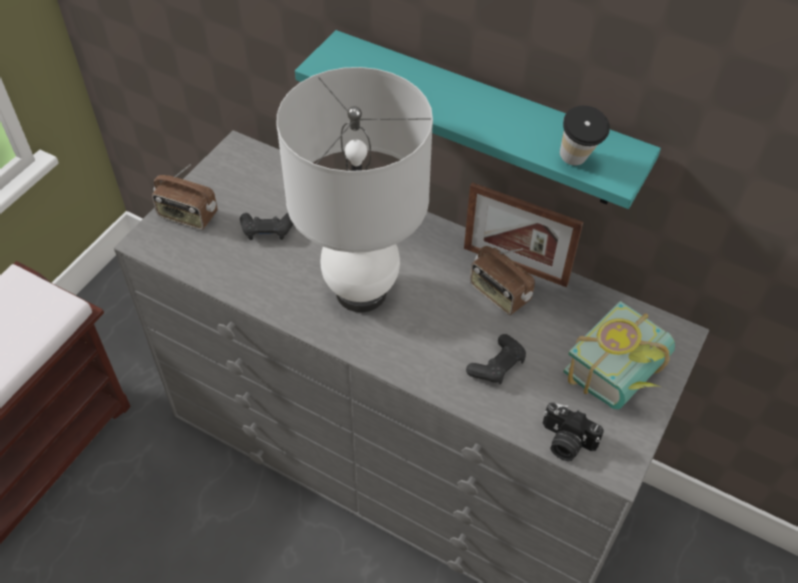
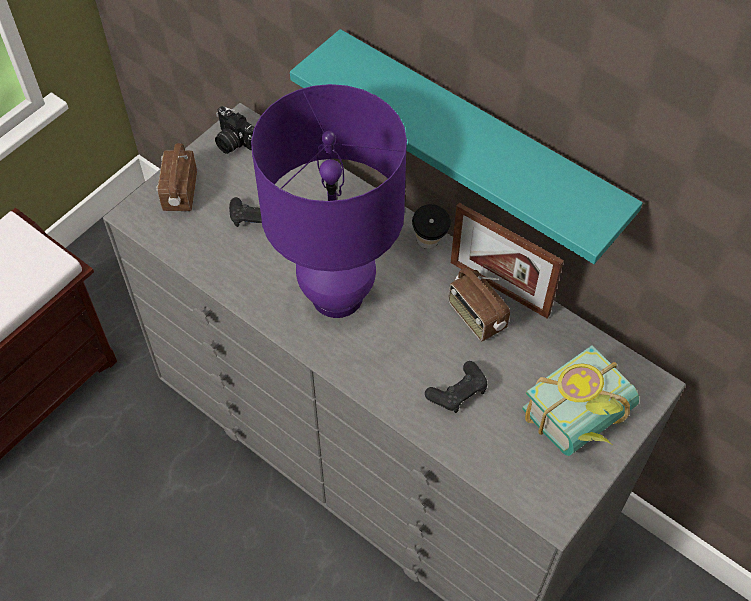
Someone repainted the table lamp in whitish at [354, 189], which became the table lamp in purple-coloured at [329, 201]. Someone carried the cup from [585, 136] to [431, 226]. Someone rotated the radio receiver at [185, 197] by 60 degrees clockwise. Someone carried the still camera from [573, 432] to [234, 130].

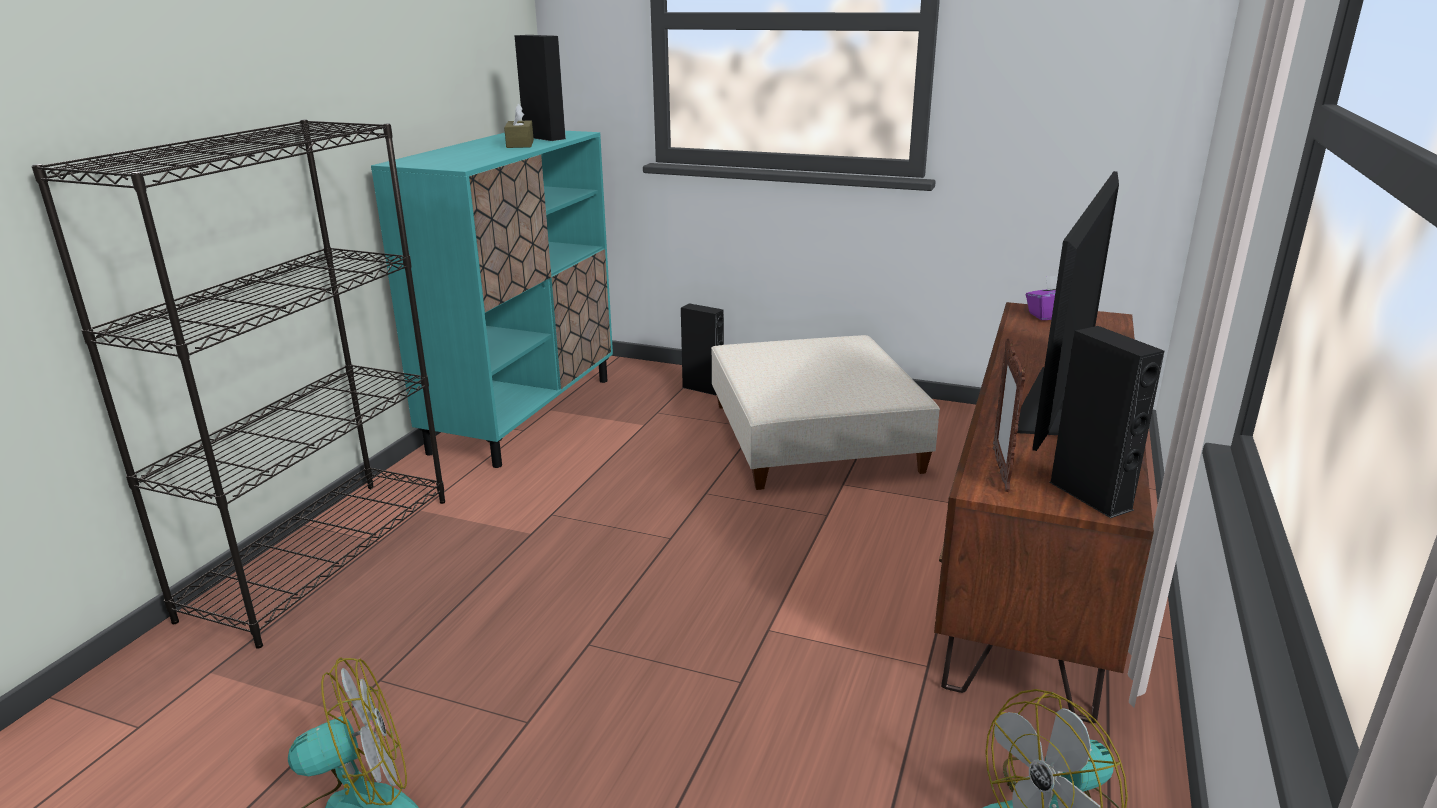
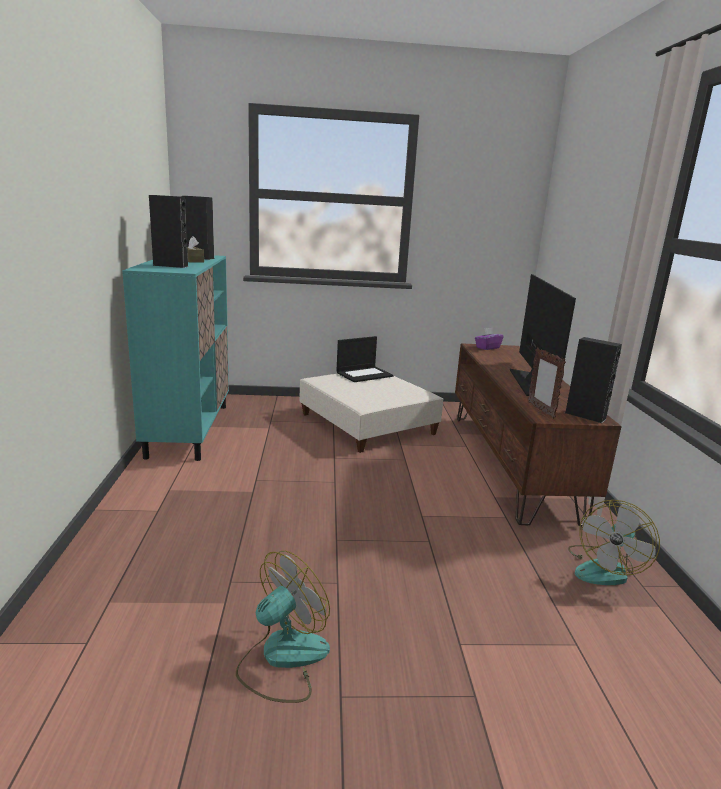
Someone took away the bookcase in black-coloured at [238, 384]. Someone carried the loudspeaker in black-coloured from [702, 349] to [169, 231]. Someone put down the laptop at [364, 359].

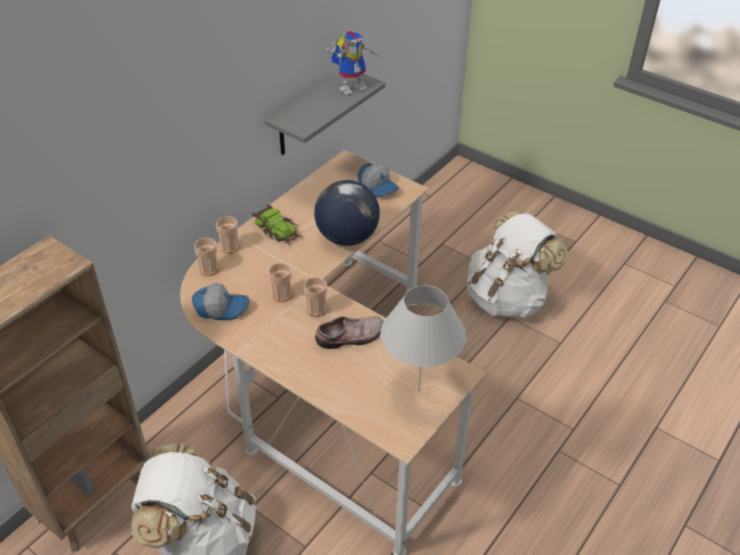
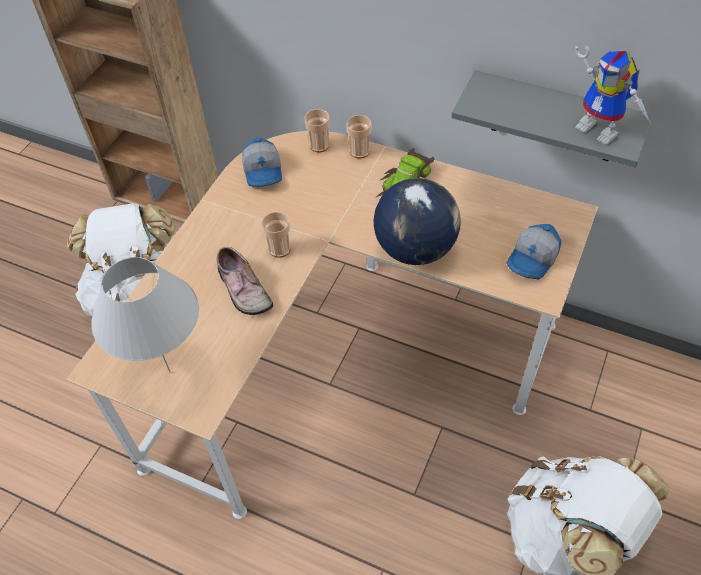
Someone took away the cup at [280, 282].

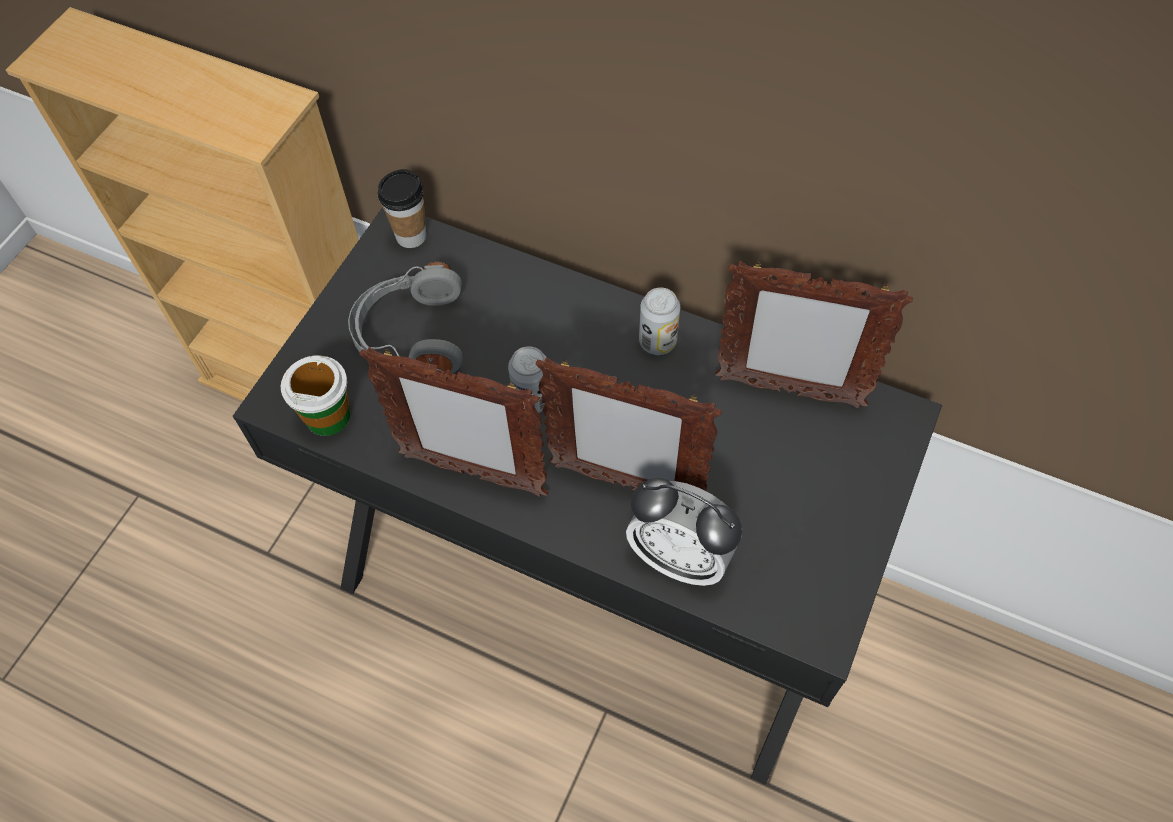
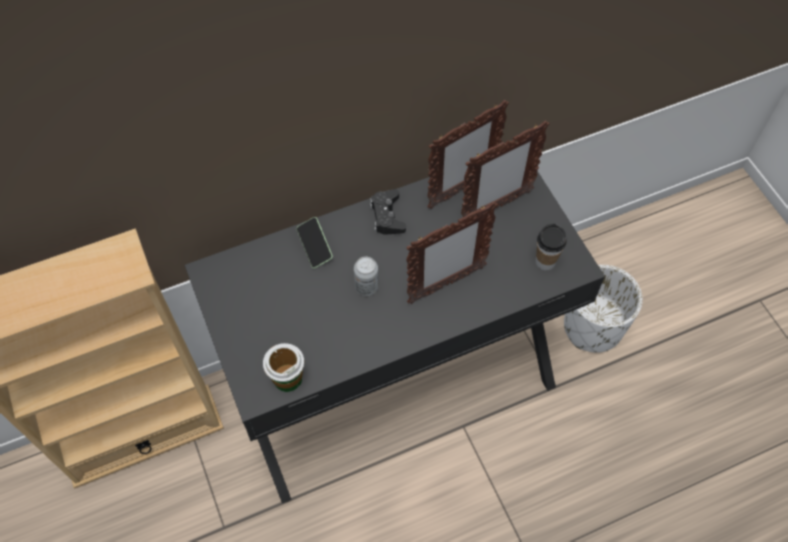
Someone carried the cup from [402, 208] to [551, 247]. Someone took away the headset in greyish at [405, 319]. Someone swapped the sealed can at [659, 321] for the gamepad in black-coloured at [388, 212]. Someone carried the picture frame from [453, 422] to [505, 172]. Someone took away the alarm clock at [684, 532]. Someone put down the phone at [315, 243]. Someone put down the flower pot in whitish at [603, 309].

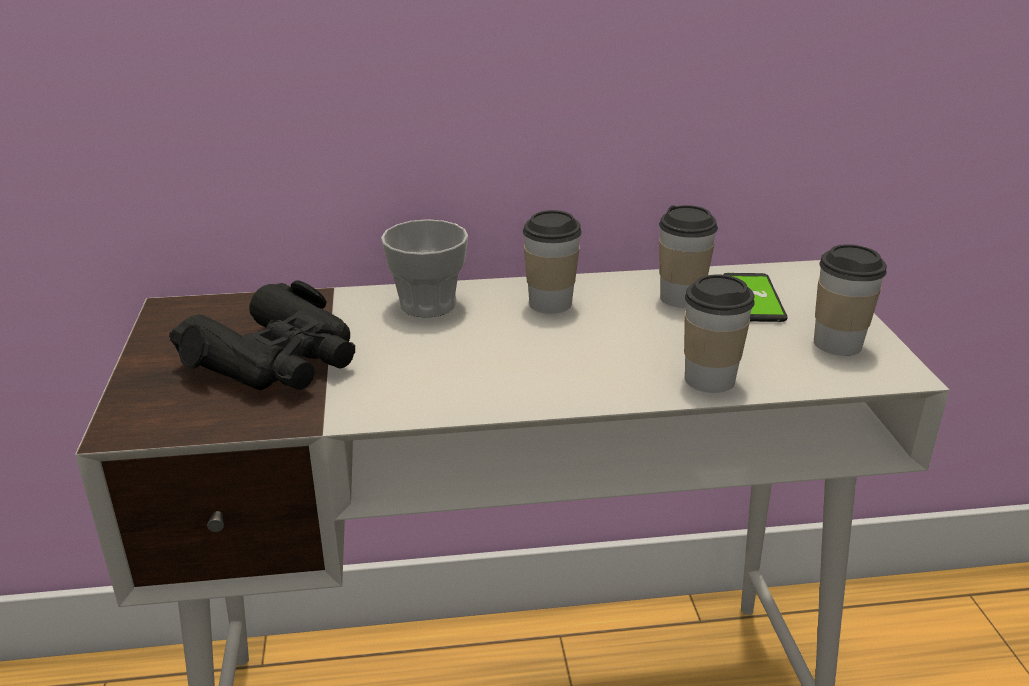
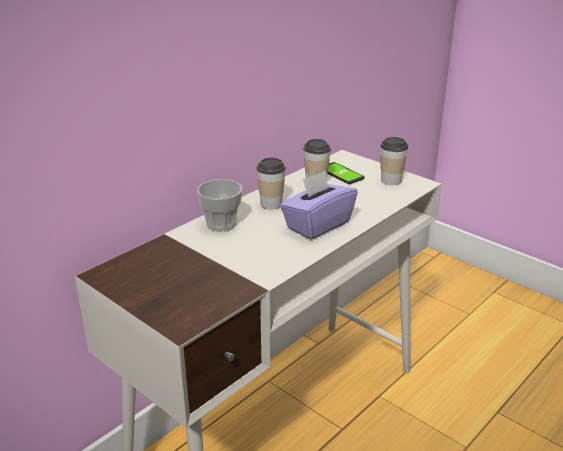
Someone took away the cup at [719, 333]. Someone took away the pair of binoculars in black-coloured at [262, 335]. Someone put down the box of tissues in purple-coloured at [319, 205].

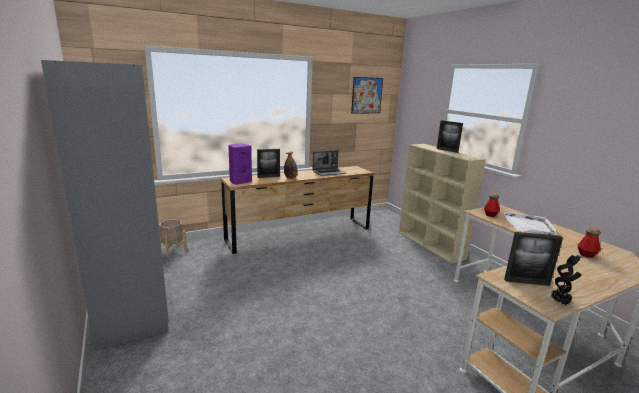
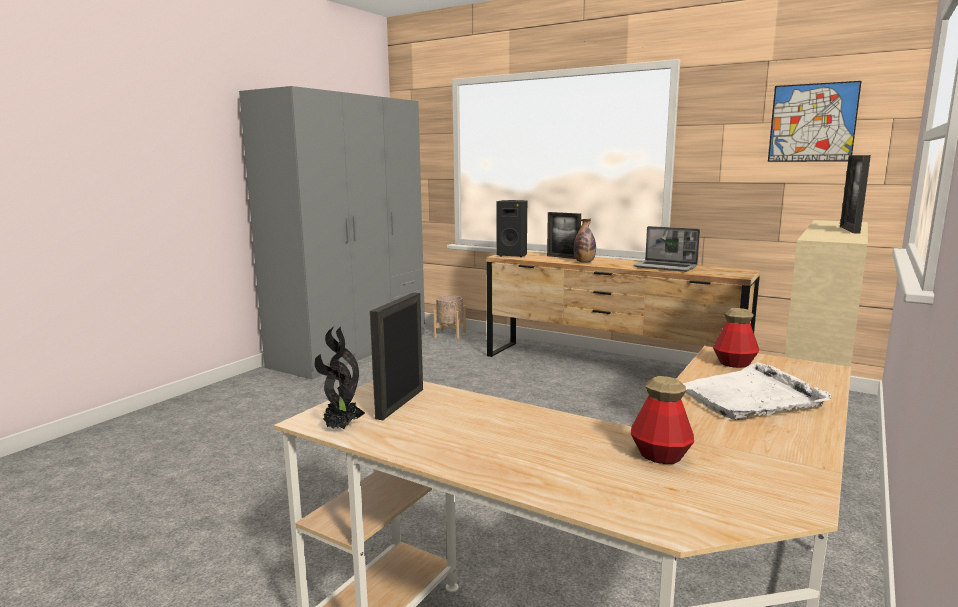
Someone repainted the loudspeaker in purple-coloured at [240, 164], which became the loudspeaker in black-coloured at [511, 228]. Someone rotated the picture frame at [533, 259] by 45 degrees clockwise.

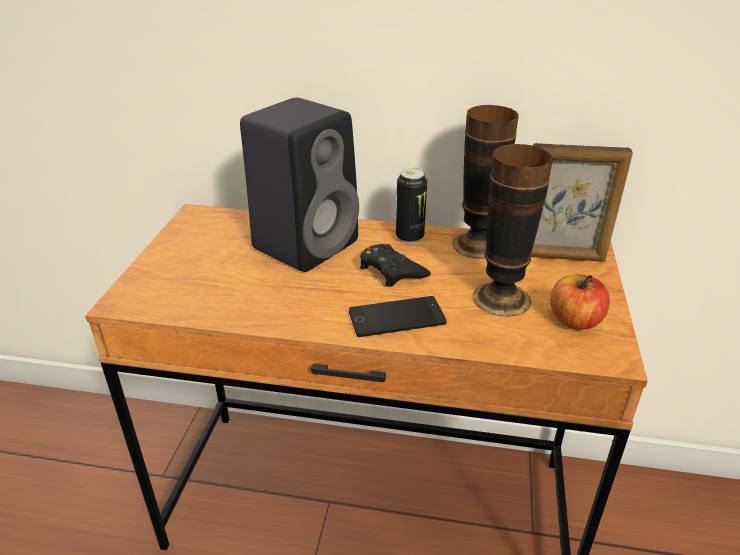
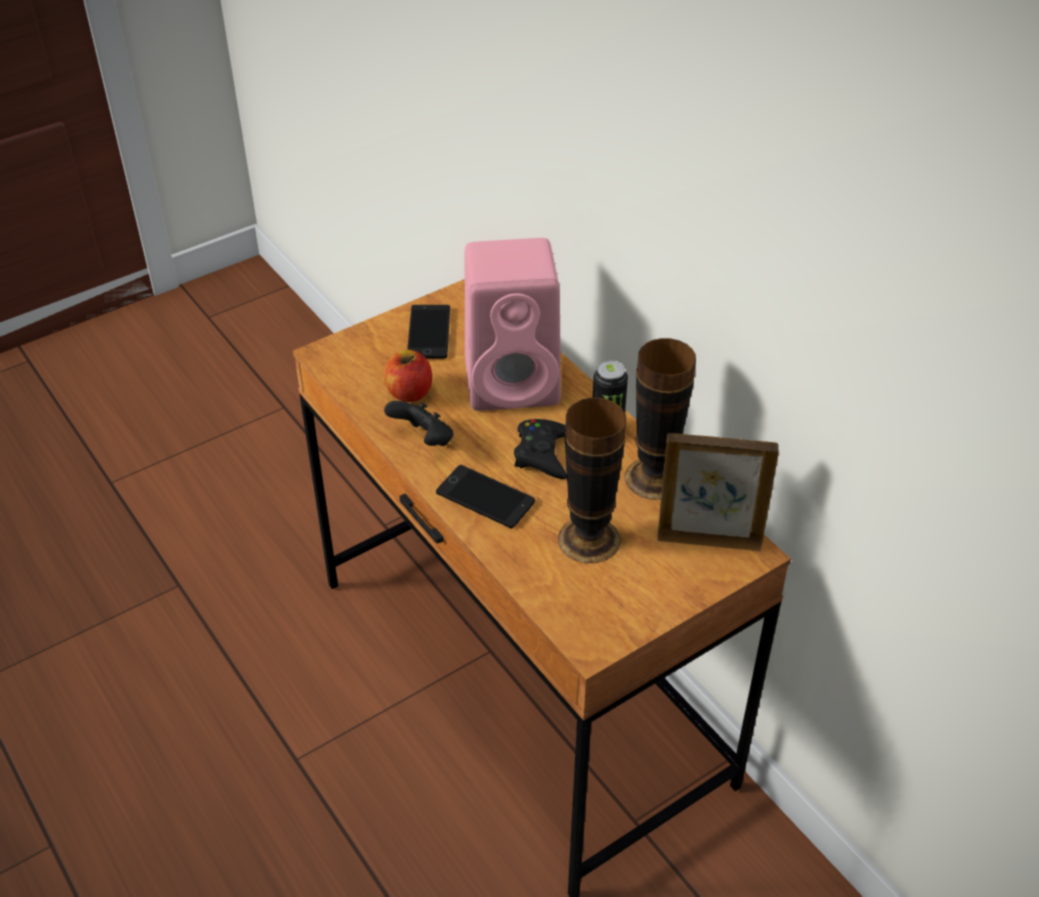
Someone repainted the loudspeaker in black-coloured at [299, 184], which became the loudspeaker in pinkish at [512, 324]. Someone rotated the picture frame at [582, 202] by 135 degrees clockwise. Someone carried the whole apple from [580, 302] to [408, 376]. Someone put down the phone at [428, 332]. Someone put down the gamepad in black-coloured at [418, 423].

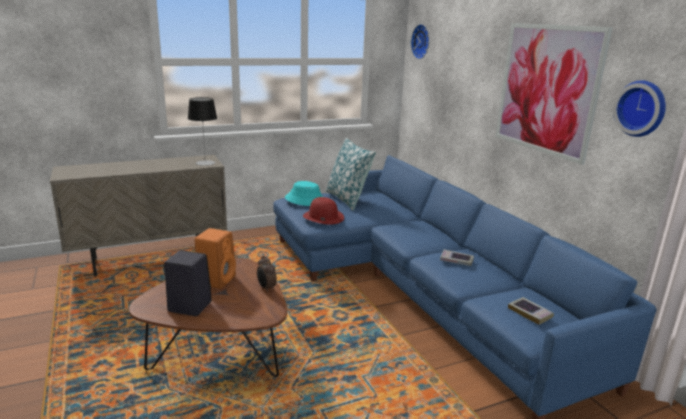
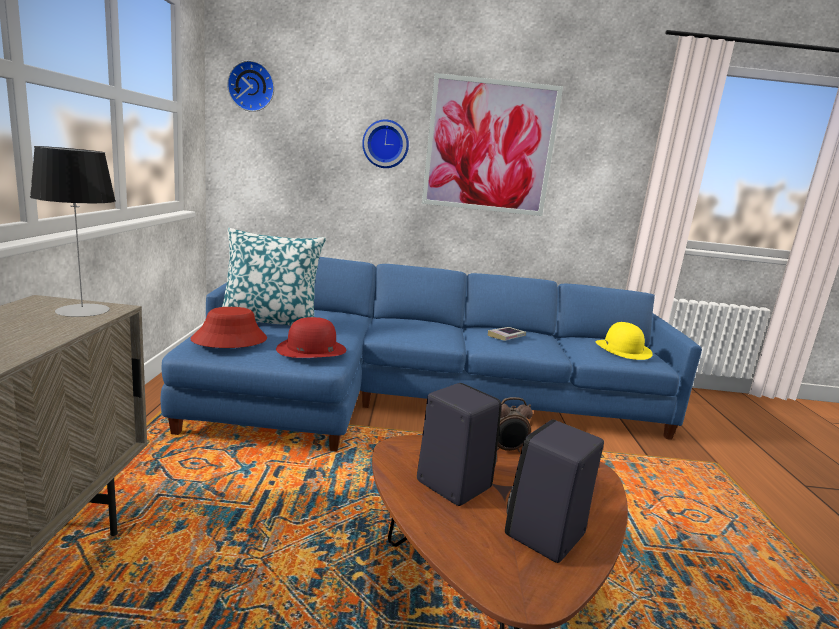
Someone carried the clock on the wall from [639, 109] to [385, 144]. Someone repainted the clothing hat in turquoise-coloured at [304, 193], which became the clothing hat in red at [229, 327]. Someone repainted the loudspeaker in orangey at [215, 258], which became the loudspeaker in black-coloured at [459, 444]. Someone swapped the bound book at [531, 311] for the clothing hat in yellow-coloured at [624, 341].

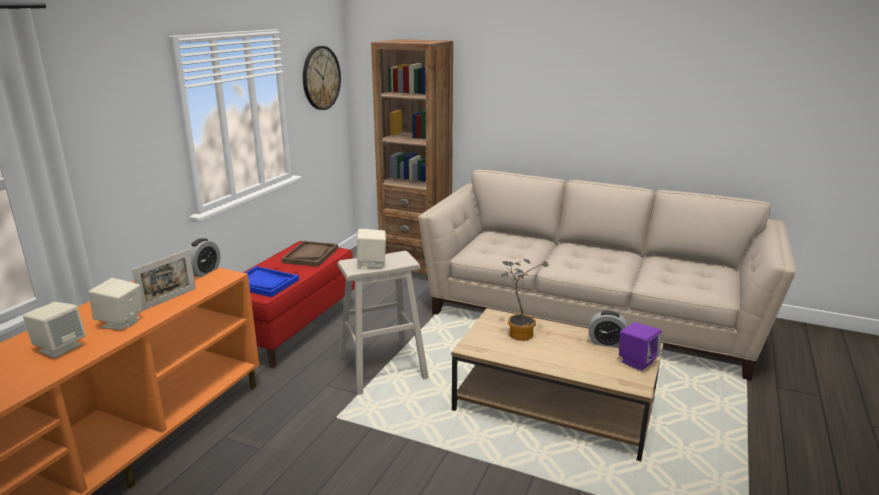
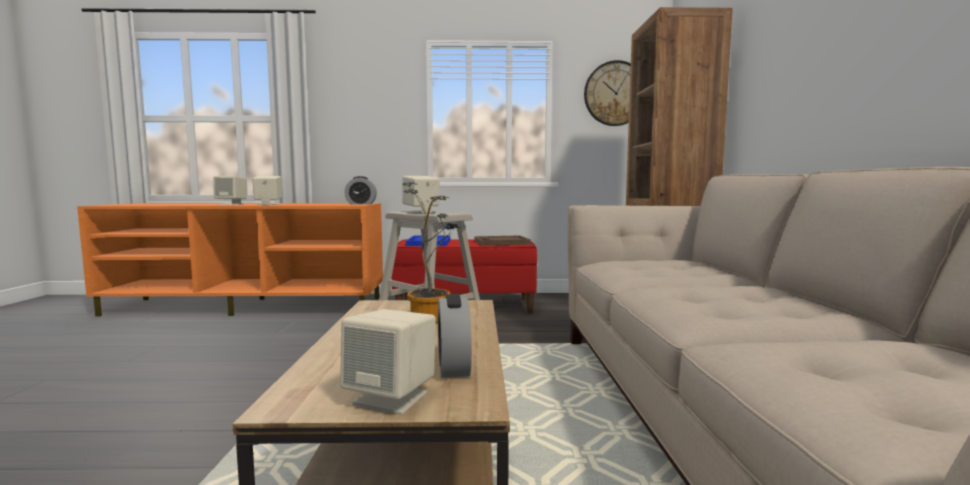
Someone took away the picture frame at [164, 280]. Someone repainted the loudspeaker in purple-coloured at [640, 346], which became the loudspeaker in beige at [388, 361].

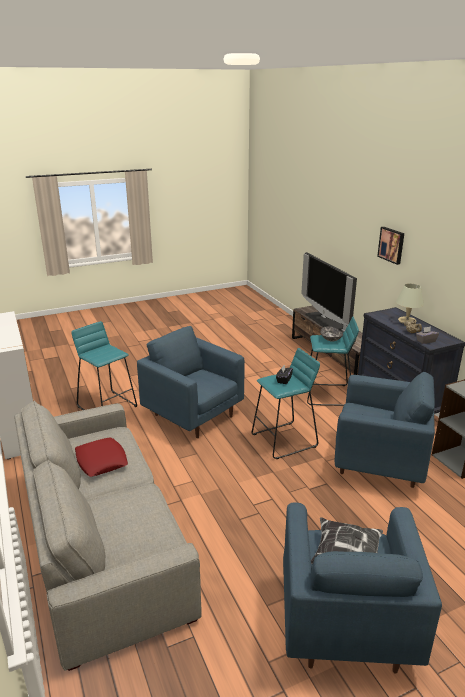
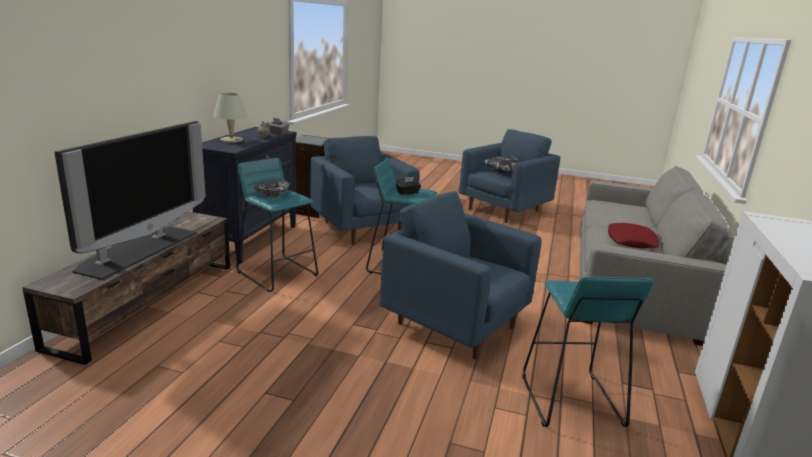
Someone took away the wall picture at [390, 246]. Someone rotated the lounge chair in blue-coloured at [191, 382] by 135 degrees clockwise.

